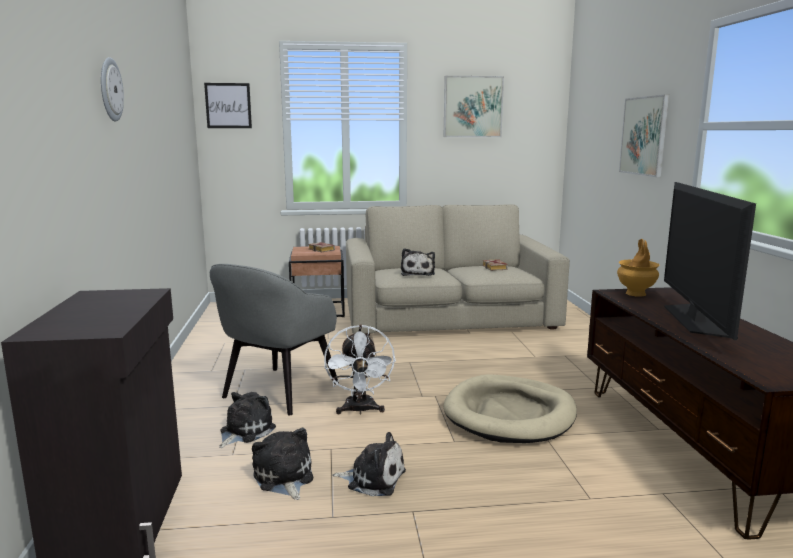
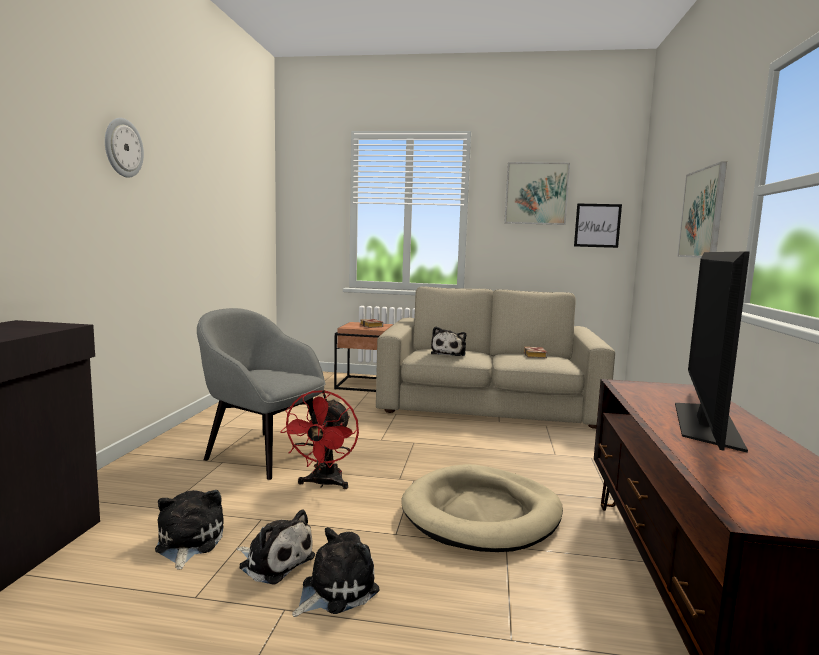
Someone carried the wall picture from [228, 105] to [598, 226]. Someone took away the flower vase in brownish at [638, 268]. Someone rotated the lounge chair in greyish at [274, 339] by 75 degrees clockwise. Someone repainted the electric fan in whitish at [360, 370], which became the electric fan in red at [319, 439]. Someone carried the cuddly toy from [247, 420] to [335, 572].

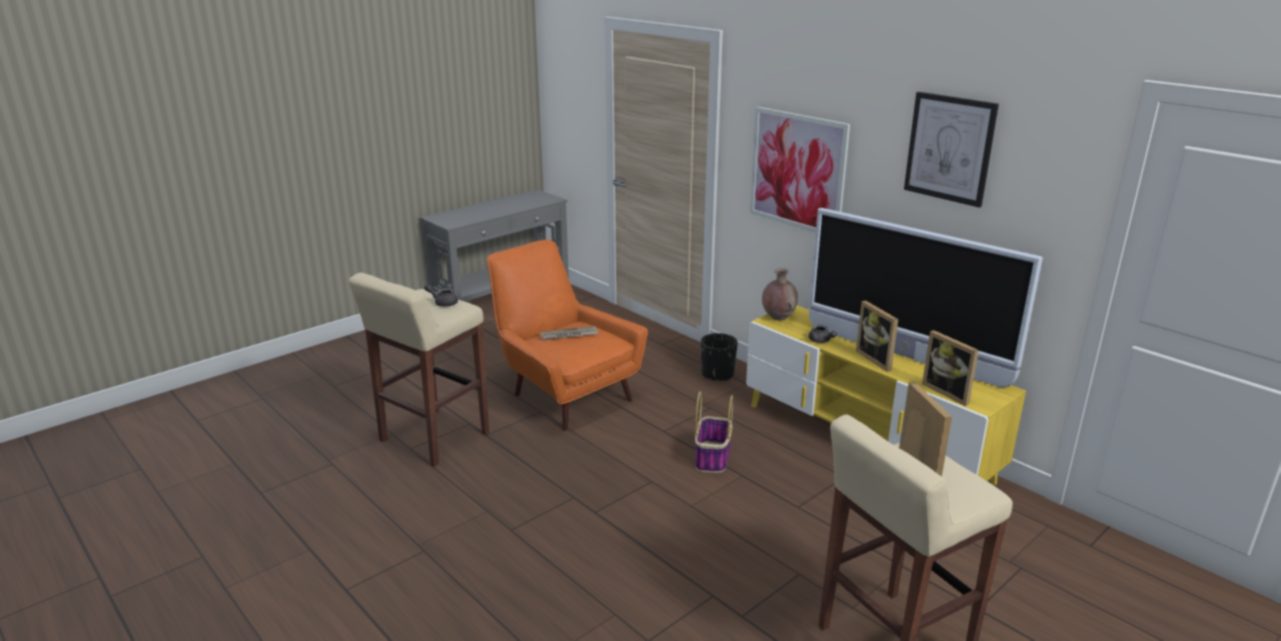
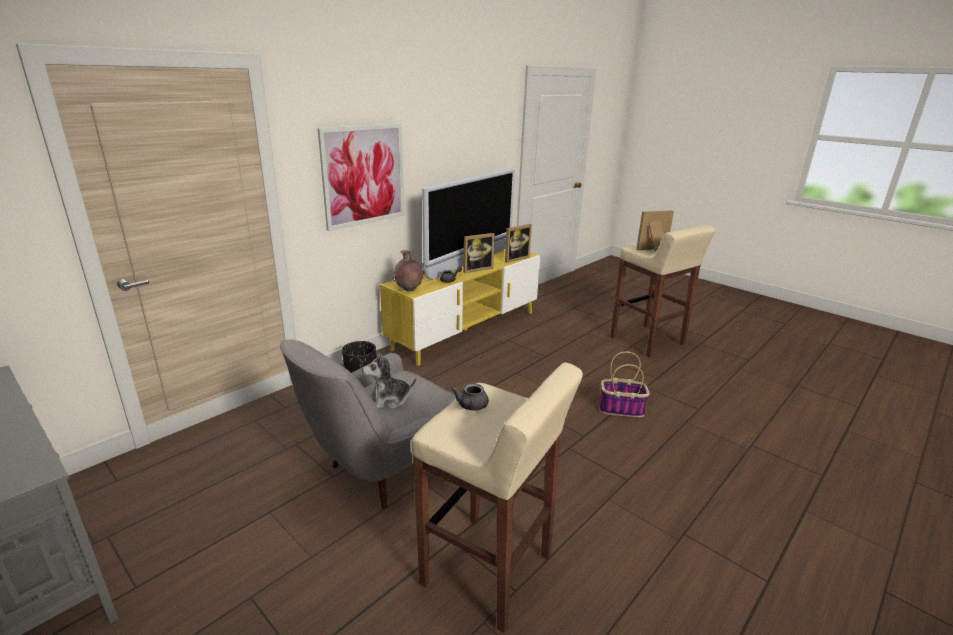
Someone took away the wall picture at [951, 150]. Someone repainted the lounge chair in orangey at [567, 335], which became the lounge chair in greyish at [368, 424]. Someone swapped the newspaper at [569, 333] for the cuddly toy at [389, 381]. Someone carried the storage basket from [714, 432] to [624, 384].

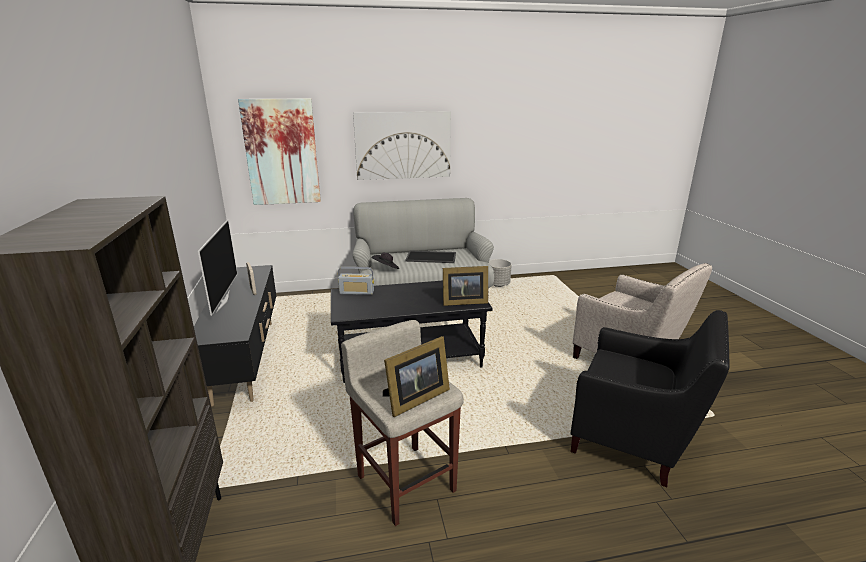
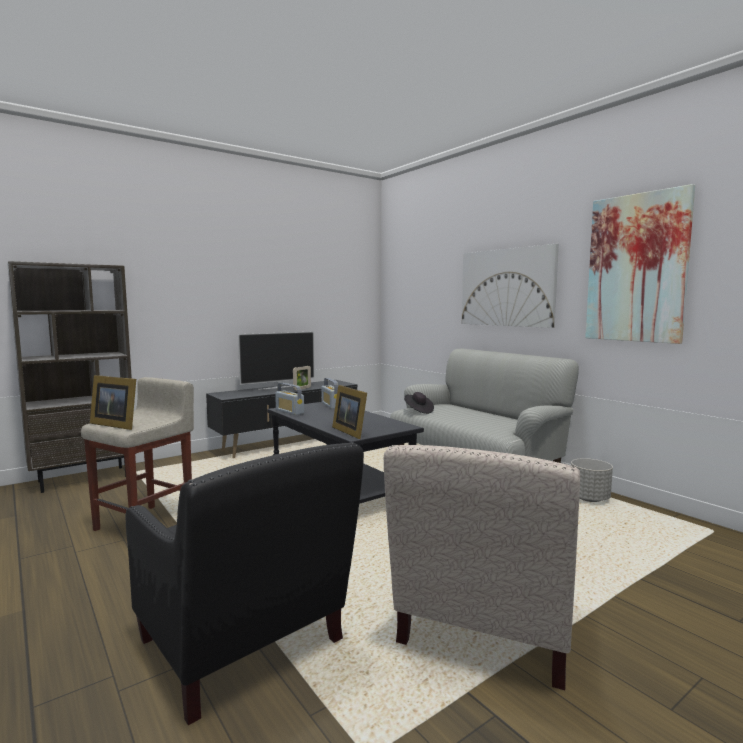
Someone carried the wall picture from [279, 151] to [640, 264]. Someone took away the serving tray at [430, 256]. Someone rotated the lounge chair in black-coloured at [650, 398] by 45 degrees counterclockwise. Someone put down the radio receiver at [289, 399].

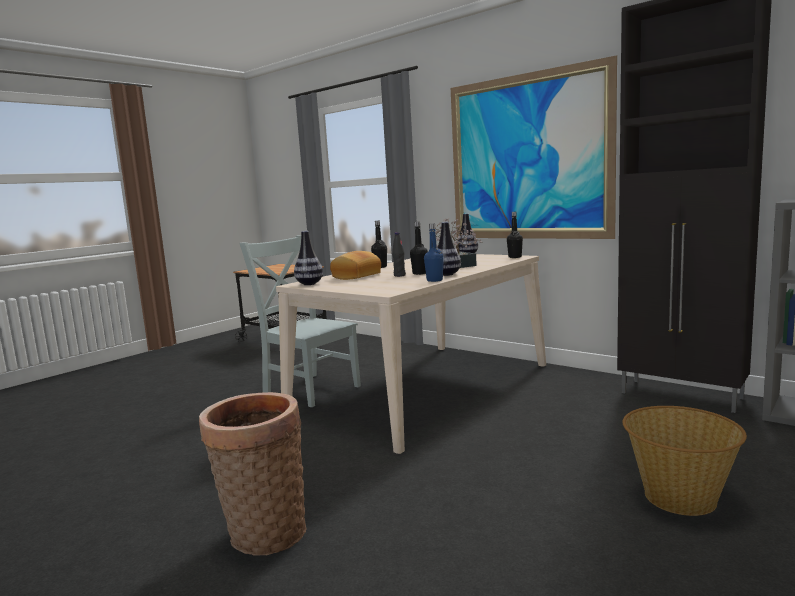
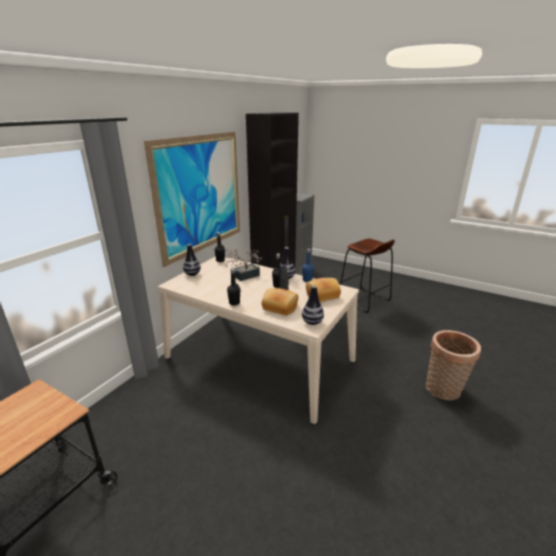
Someone took away the chair in greyish at [300, 321]. Someone swapped the storage basket at [685, 461] for the sitting stool in brownish at [367, 275]. Someone put down the bread at [323, 290].

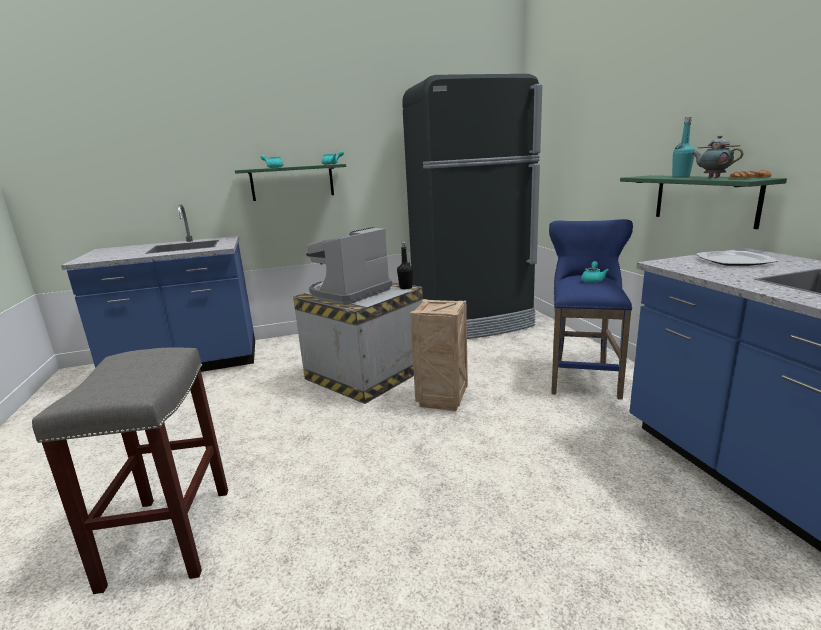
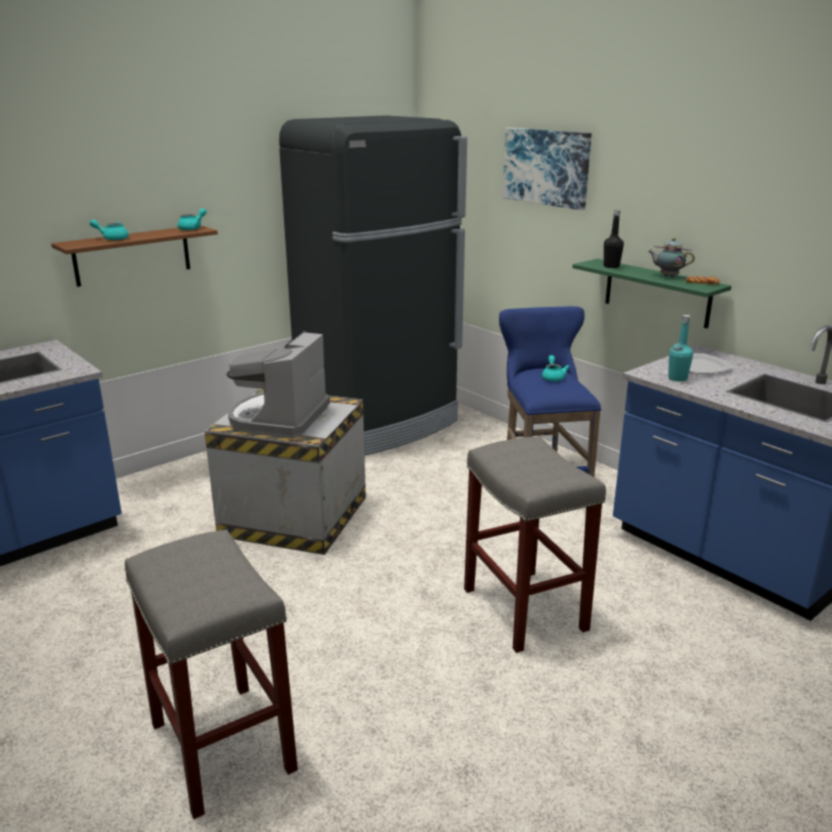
Someone carried the bottle in turquoise-coloured from [683, 147] to [680, 348]. Someone repainted the bracket shelf in greenish at [290, 182], which became the bracket shelf in brownish at [134, 256]. Someone carried the bottle in black-coloured from [405, 265] to [614, 239]. Someone took away the packing crate at [439, 355]. Someone put up the wall picture at [547, 169]. Someone put down the sitting stool in greyish at [535, 545].

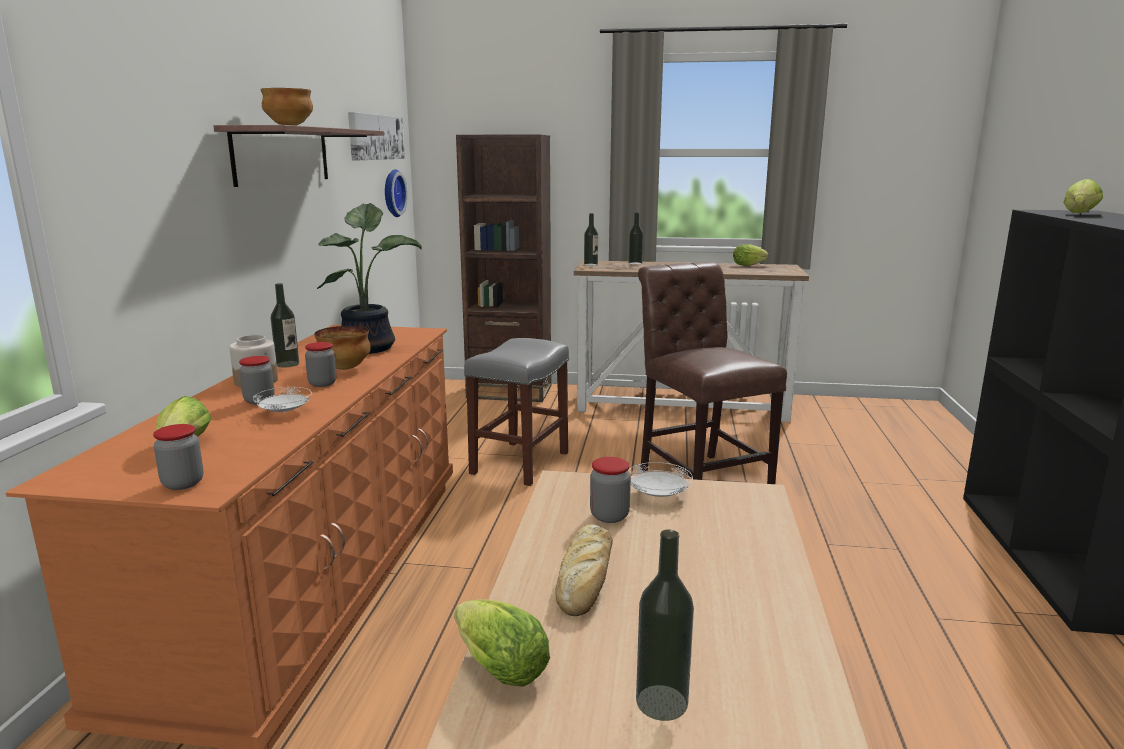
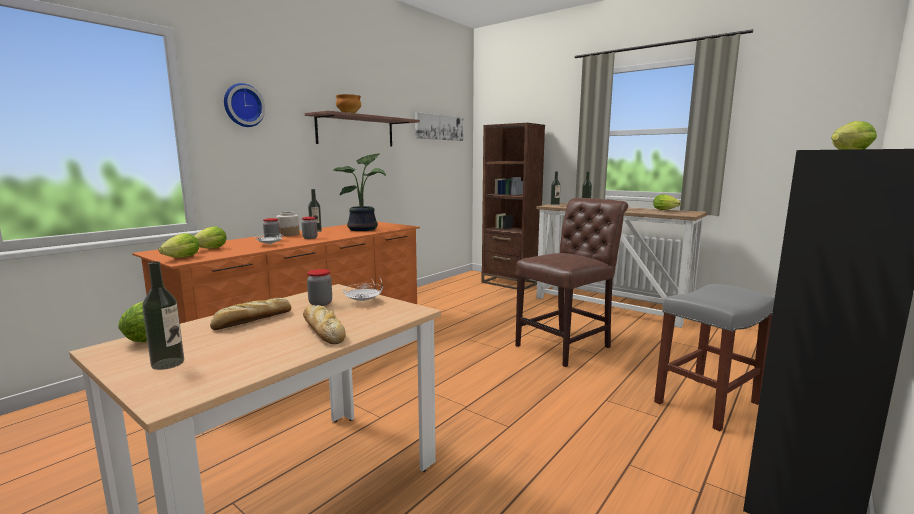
Someone carried the clock on the wall from [396, 193] to [244, 105]. Someone rotated the chair in brownish at [712, 373] by 45 degrees clockwise. Someone took away the bowl at [342, 348]. Someone carried the sitting stool in greyish from [516, 412] to [714, 357]. Someone swapped the jar at [178, 457] for the lettuce head at [179, 245]. Someone put down the bread at [324, 324].

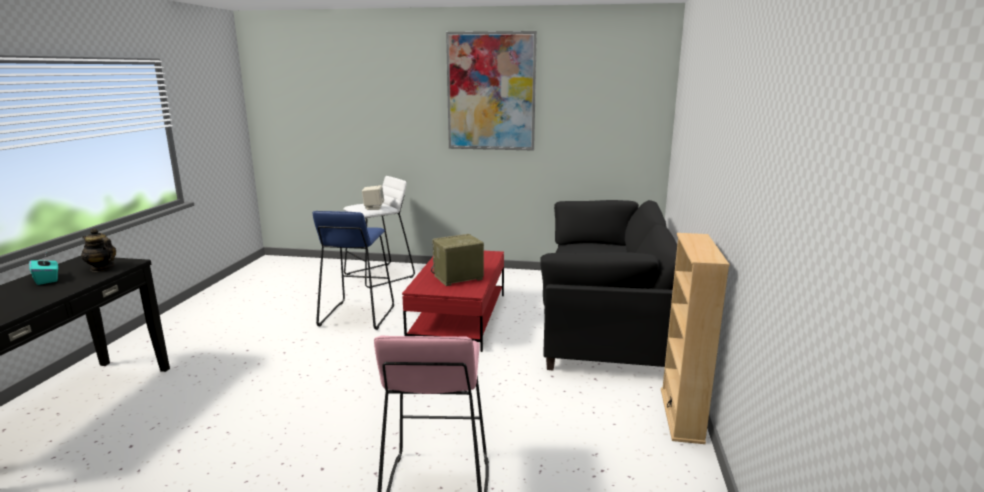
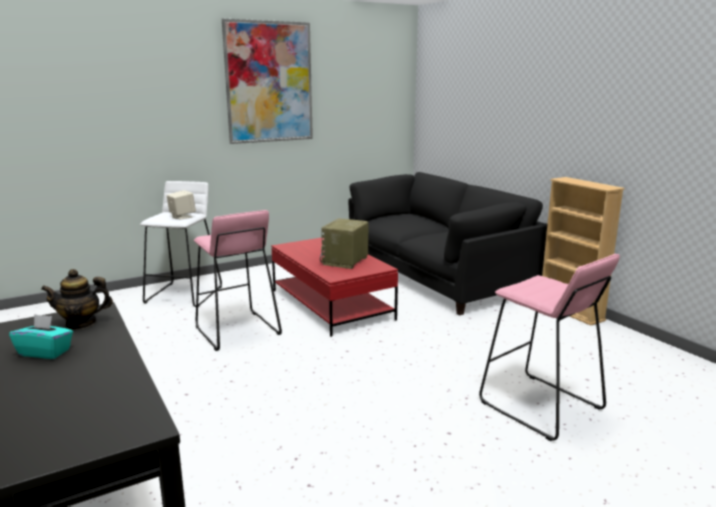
Someone repainted the sitting stool in blue-coloured at [353, 270], which became the sitting stool in pinkish at [238, 280].

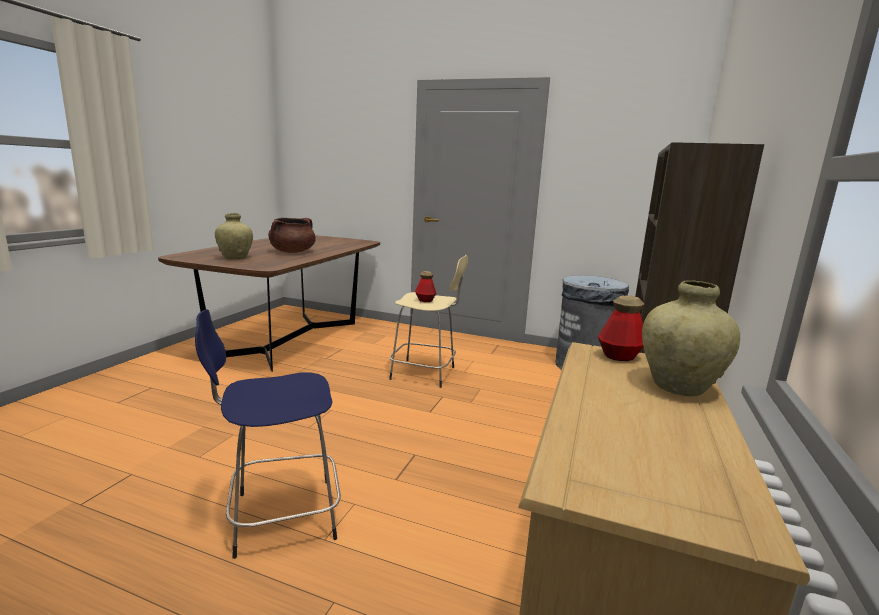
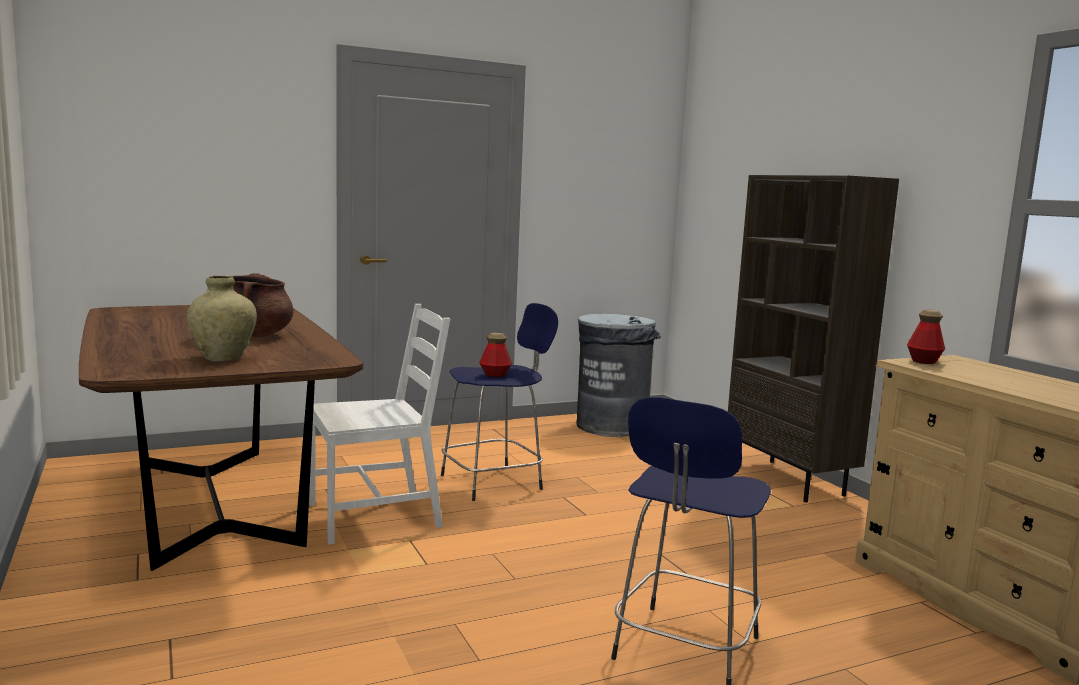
Someone repainted the sitting stool in beige at [428, 321], which became the sitting stool in blue-coloured at [499, 402]. Someone took away the flower vase in beige at [691, 338]. Someone put down the chair in whitish at [380, 424].

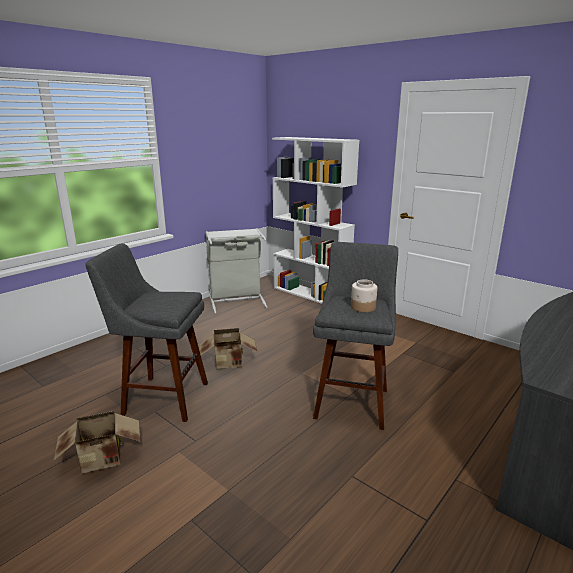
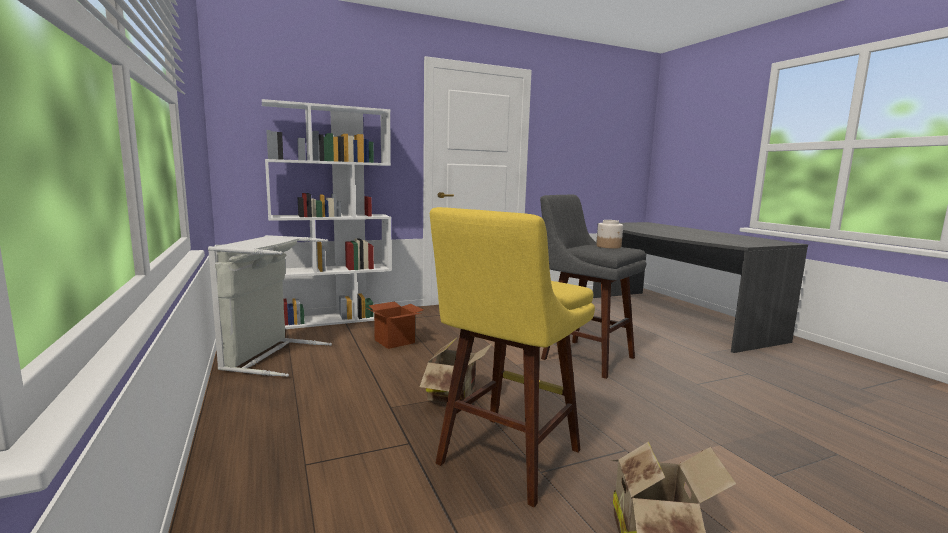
Someone repainted the sitting stool in greyish at [146, 332], which became the sitting stool in yellow-coloured at [512, 357]. Someone put down the carton at [395, 325].

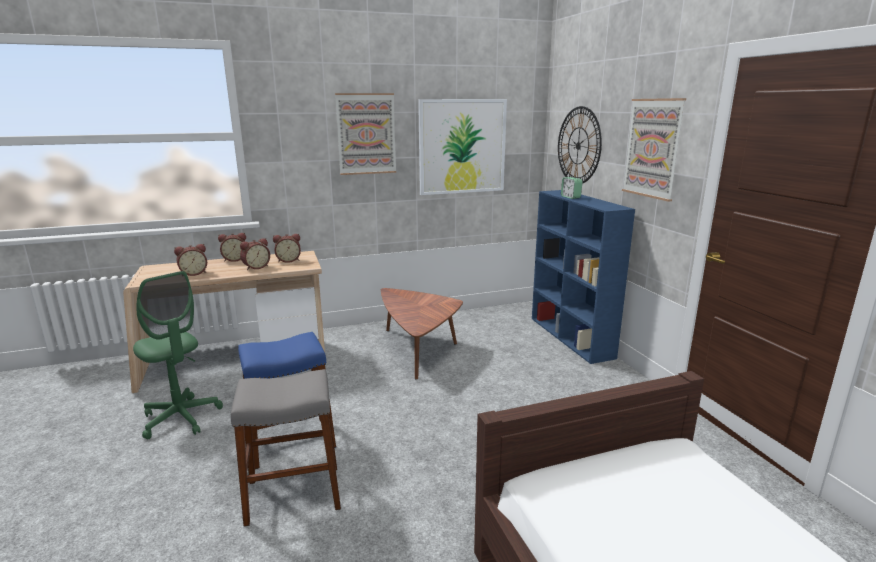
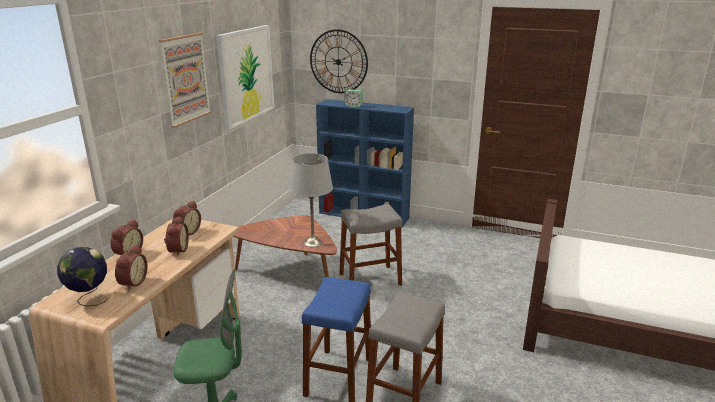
Someone took away the wall picture at [654, 150]. Someone put down the table lamp in greyish at [311, 200]. Someone put down the sitting stool in greyish at [371, 245]. Someone put down the world globe at [83, 276].

